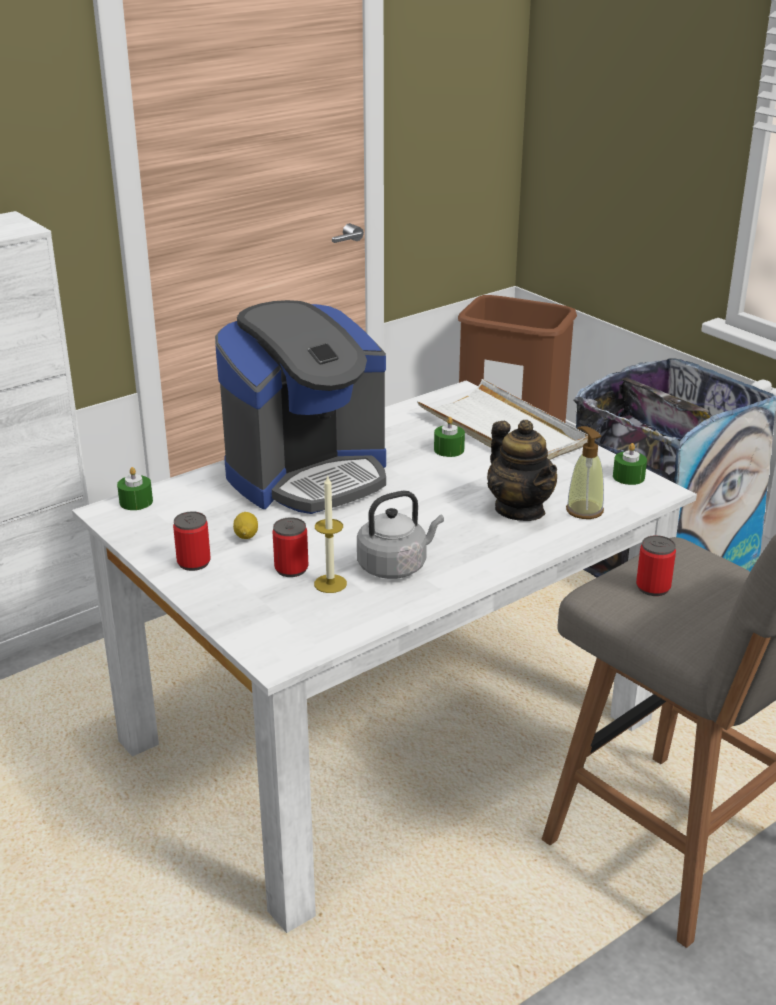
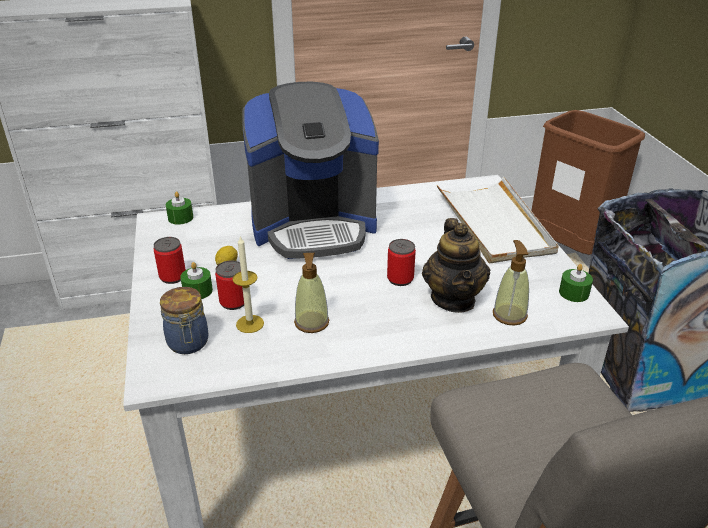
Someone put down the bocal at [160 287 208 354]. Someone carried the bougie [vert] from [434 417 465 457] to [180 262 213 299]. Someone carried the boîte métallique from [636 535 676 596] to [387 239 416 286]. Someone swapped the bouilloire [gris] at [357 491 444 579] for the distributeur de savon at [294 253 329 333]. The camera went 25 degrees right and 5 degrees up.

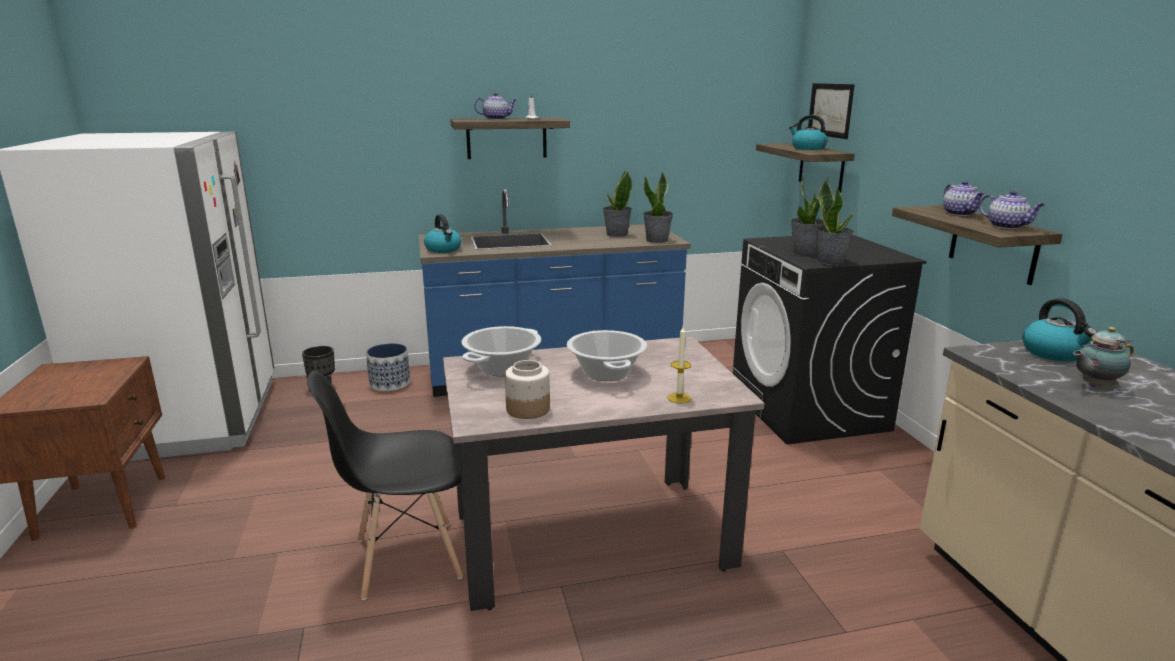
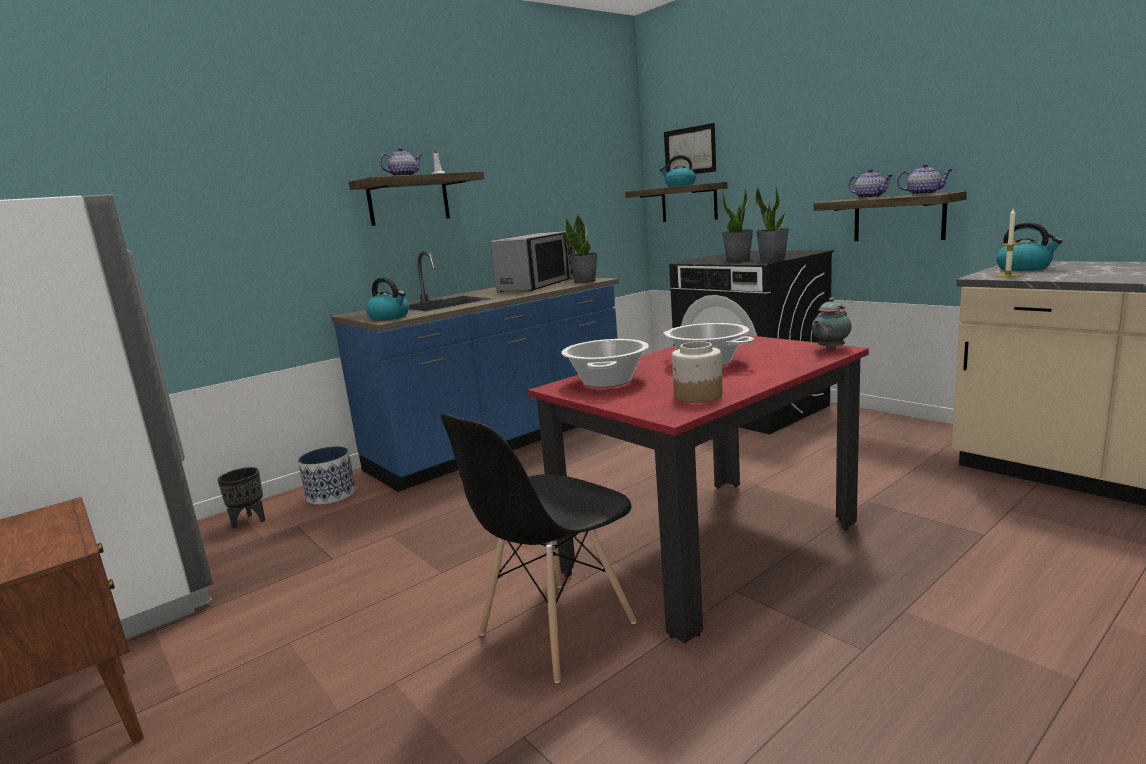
Someone carried the bougie from [667 327 691 404] to [996 207 1021 277]. Someone carried the théière from [1073 327 1134 387] to [812 297 852 350]. Someone swapped the plante en pot at [603 171 632 237] for the micro-ondes at [490 231 575 292]. Someone repainted the table à manger [beige] at [443 337 765 611], which became the table à manger [rouge] at [528 335 869 643]. The camera went 25 degrees left and 5 degrees down.

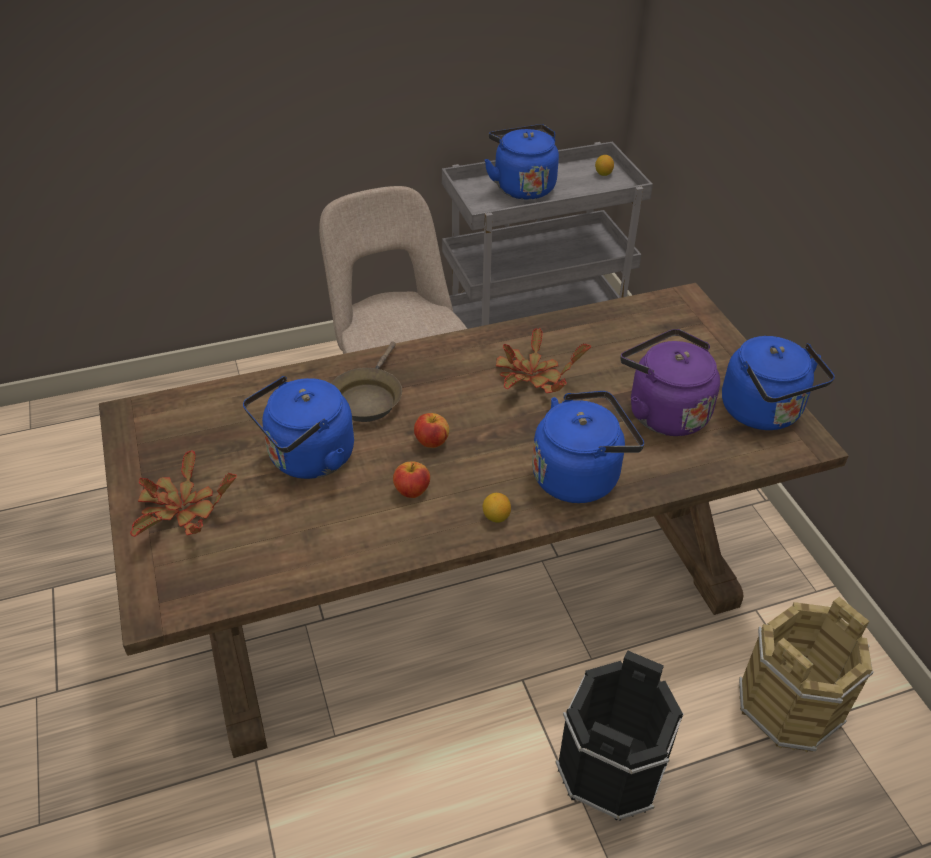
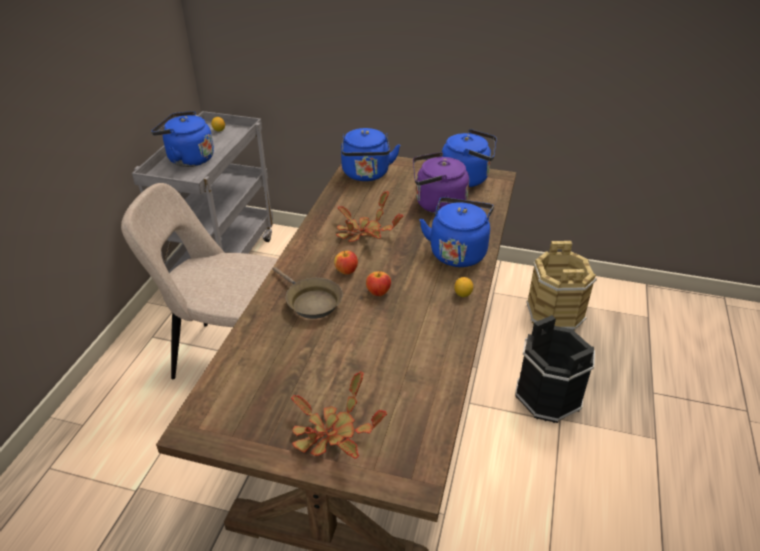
Someone carried the bouilloire [bleu] from [243 376 354 479] to [341 128 400 181]. Someone carried the pomme from [393 461 430 498] to [334 251 358 275]. The camera went 55 degrees left and 5 degrees down.

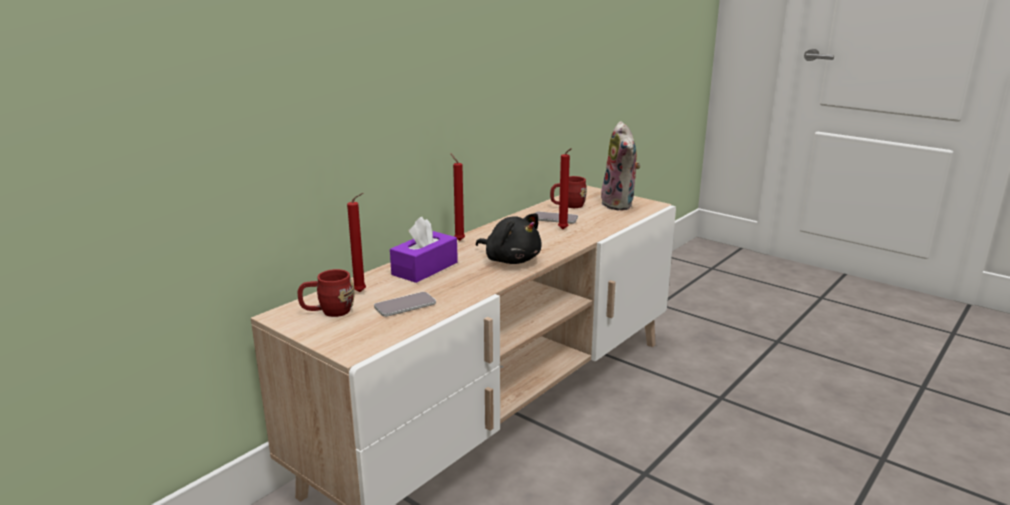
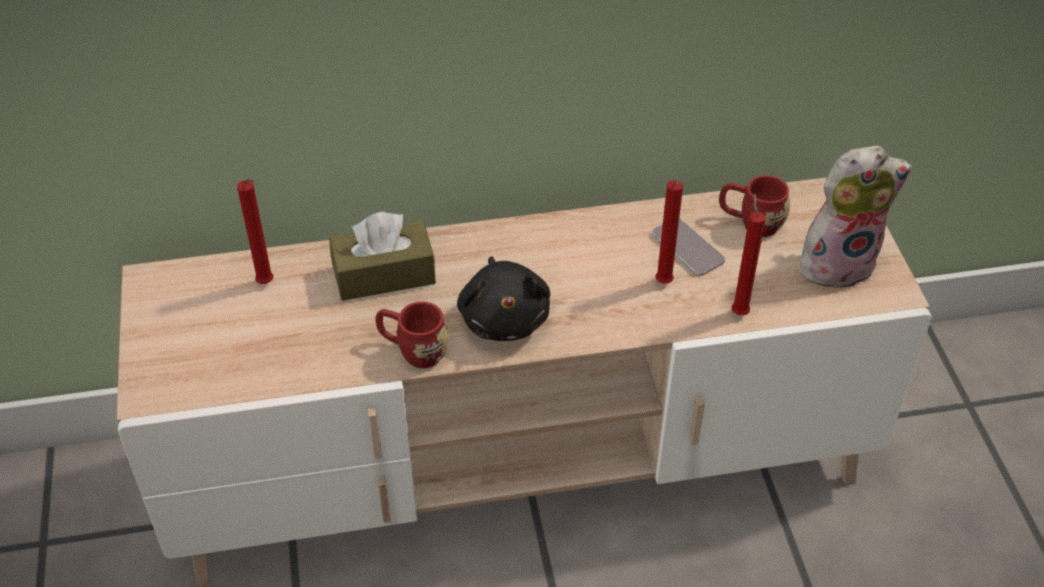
Someone took away the téléphone at [374 292 436 317]. Someone carried the mug [rouge] from [298 269 354 317] to [375 302 448 368]. Someone carried the bougie [rouge] from [451 154 465 241] to [732 193 766 316]. Someone repainted the boîte à mouchoirs [violet] at [390 217 458 283], which became the boîte à mouchoirs [marron] at [329 212 436 301]. Someone rotated the peluche at [601 121 640 210] by 135 degrees counterclockwise. The camera went 40 degrees right and 25 degrees up.

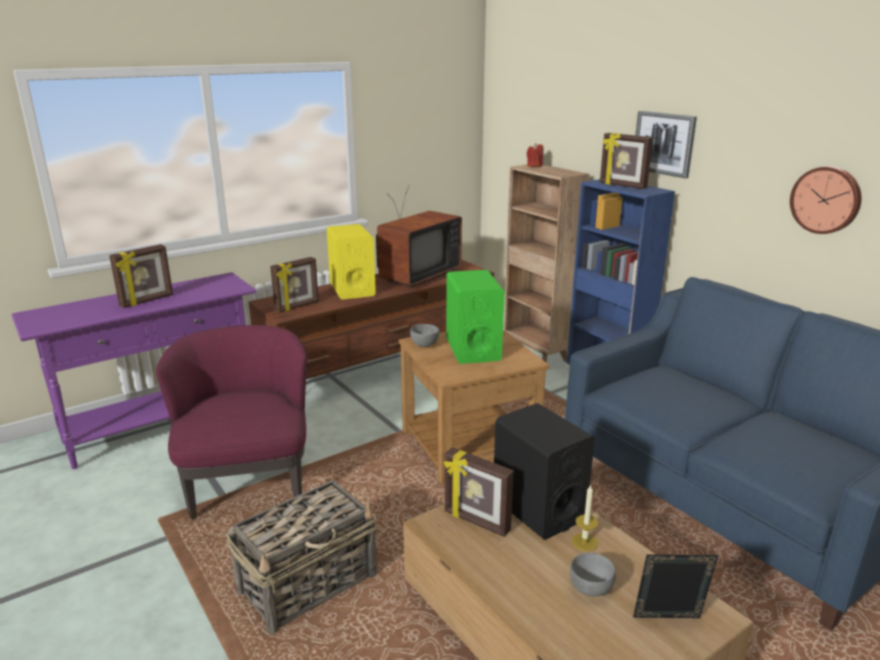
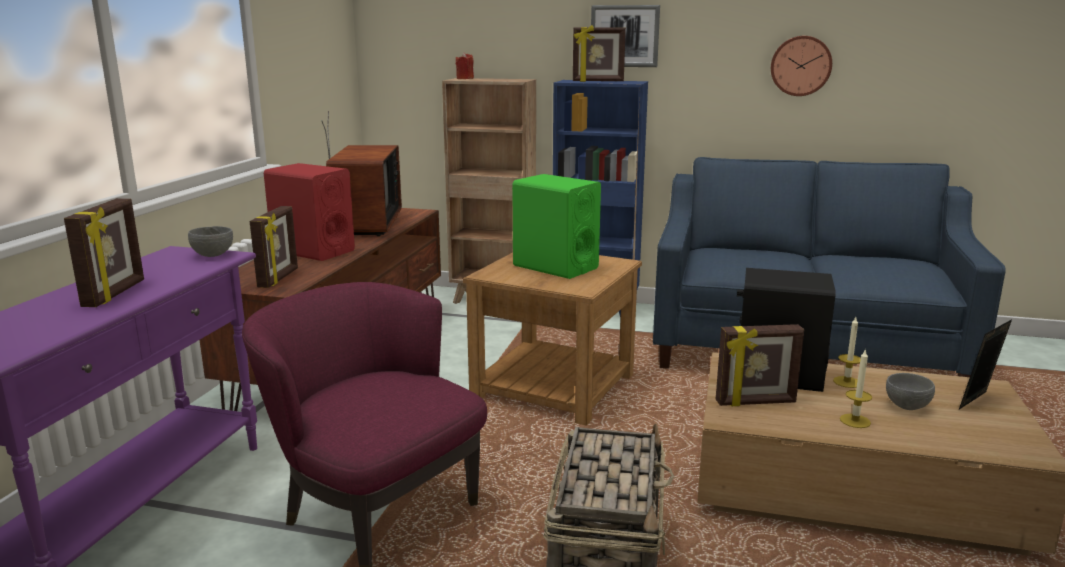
Someone put down the bougie at [840 349 872 428]. Someone carried the bol [gris] from [410 324 439 347] to [188 226 233 257]. Someone repainted the enceinte [jaune] at [327 224 376 300], which became the enceinte [rouge] at [264 163 355 261]. The camera went 40 degrees left and 5 degrees down.

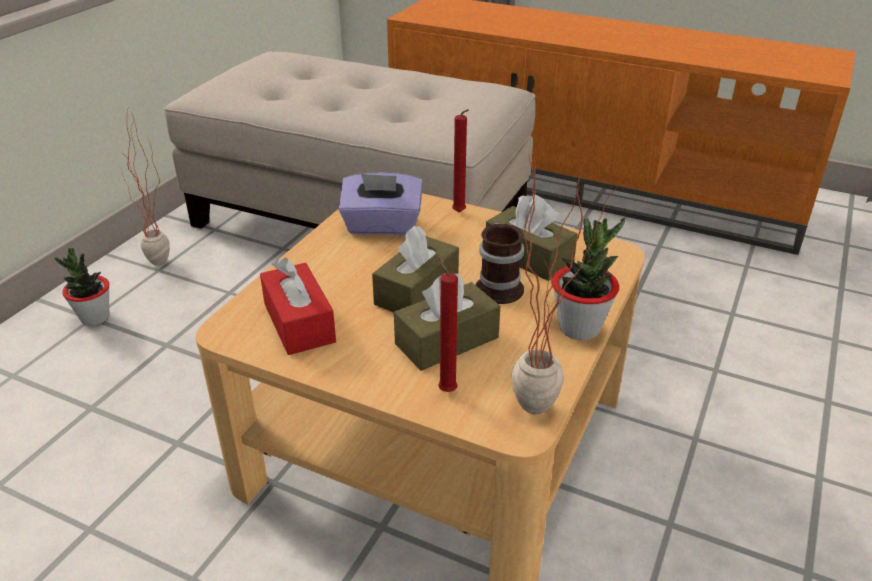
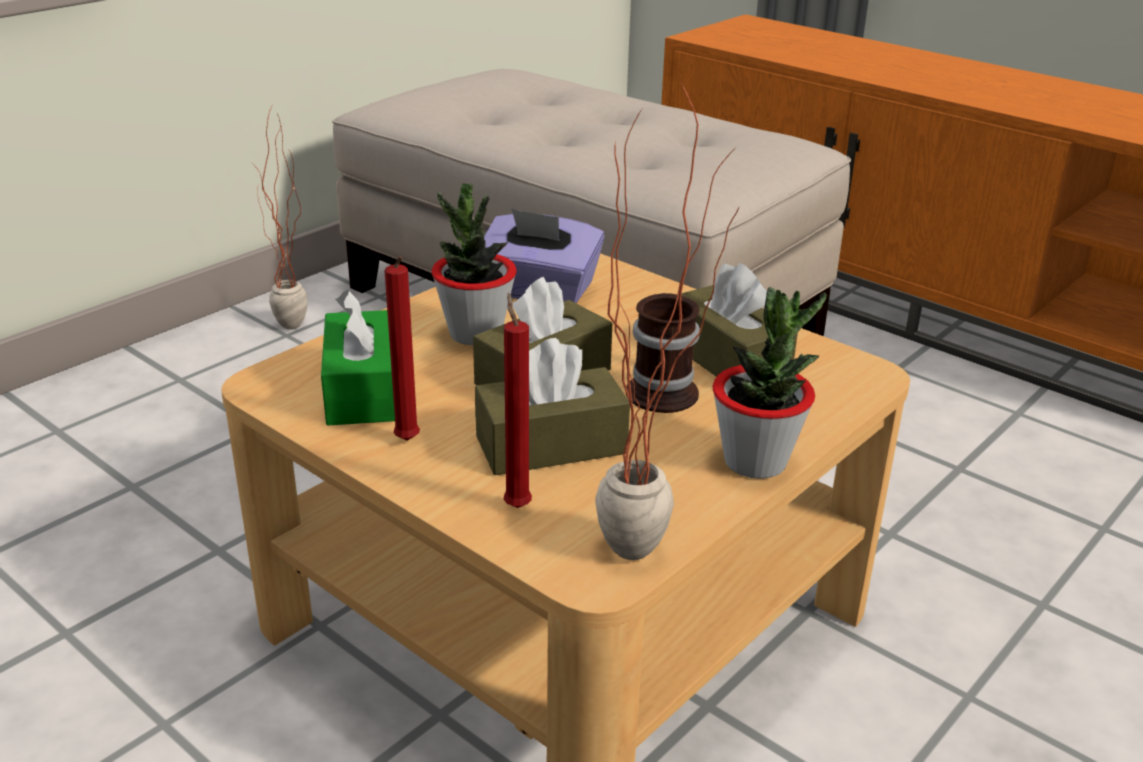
Someone carried the plante en pot from [54 248 109 326] to [431 183 517 345]. Someone carried the bougie [rouge] from [452 109 469 212] to [385 256 420 441]. Someone repainted the boîte à mouchoirs [rouge] at [260 258 336 355], which became the boîte à mouchoirs [vert] at [321 289 395 426]. The camera went 15 degrees right and 5 degrees down.

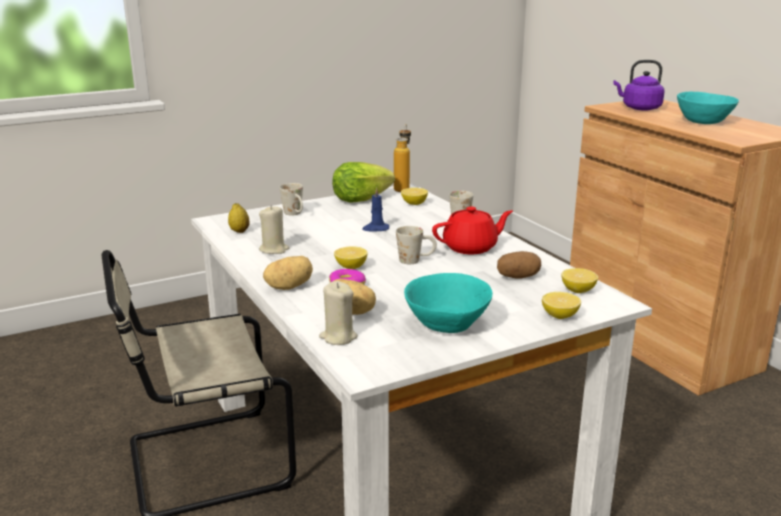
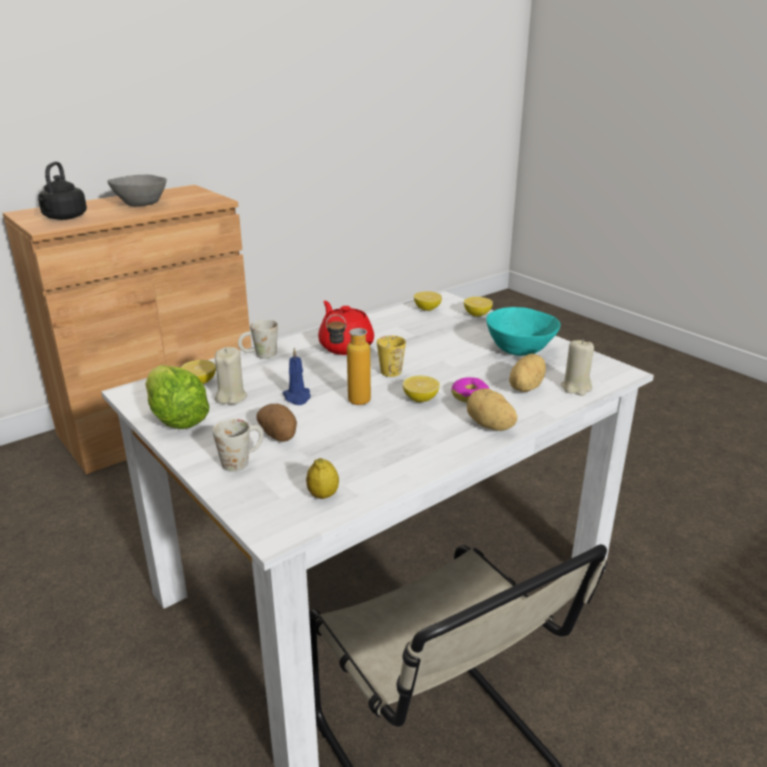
Someone carried the bougie [beige] from [259 205 290 254] to [215 347 247 405]. Someone carried the bouteille from [394 124 411 192] to [326 314 371 405]. Someone carried the pomme de terre from [497 251 541 279] to [256 404 297 442]. Someone repainted the mug [blanc] at [396 226 437 264], which became the mug [jaune] at [377 336 406 377]. Someone repainted the bouilloire [violet] at [614 60 665 111], which became the bouilloire [noir] at [38 162 87 220]. Someone repainted the bol [turquoise] at [677 91 739 124], which became the bol [gris] at [107 175 167 206]. The camera went 100 degrees left and 5 degrees up.

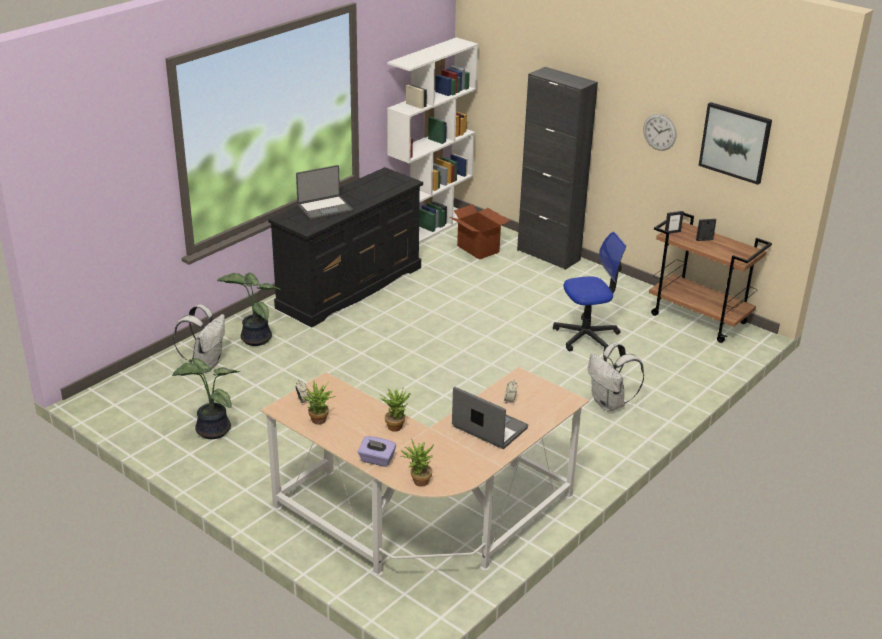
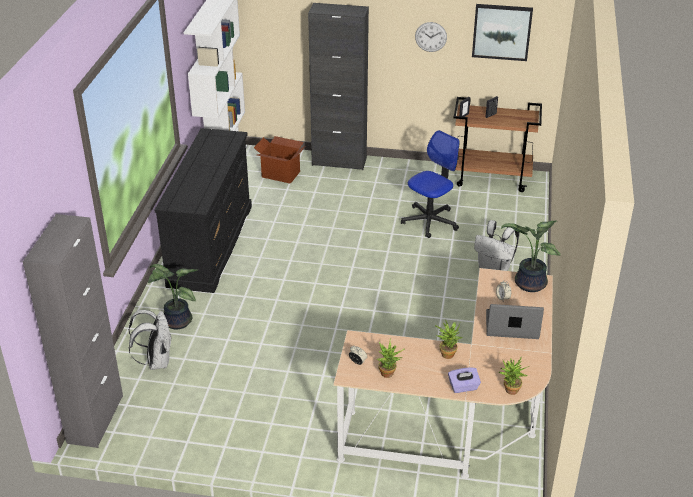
Someone took away the ordinateur portable at [296 165 353 220]. Someone put down the meuble de rangement [gris] at [23 214 123 448]. Someone carried the plante en pot from [172 358 241 439] to [501 220 561 292]. The camera went 30 degrees left and 5 degrees up.

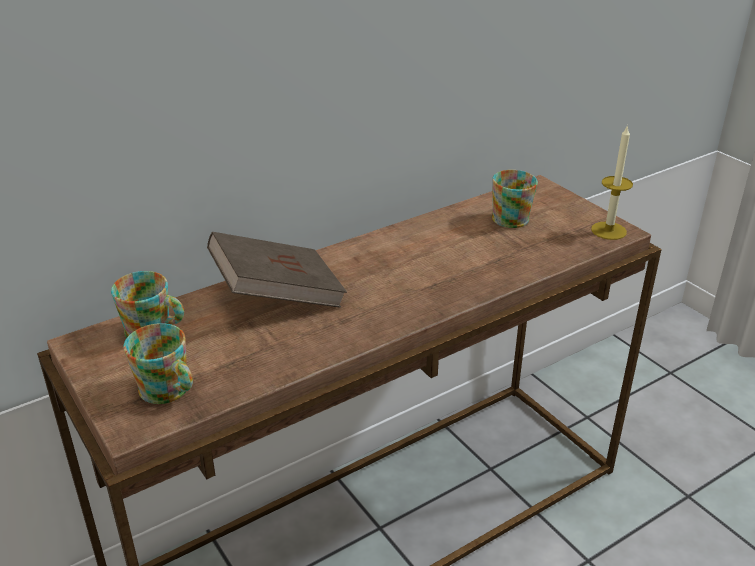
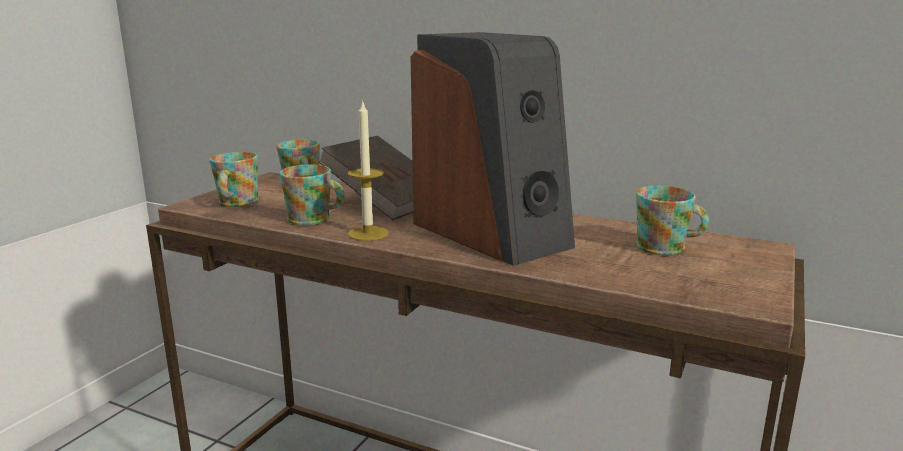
Someone put down the mug at [279 164 345 225]. Someone put down the enceinte at [411 32 575 266]. Someone carried the bougie from [591 125 633 240] to [348 100 389 241]. The camera went 60 degrees right and 15 degrees down.

